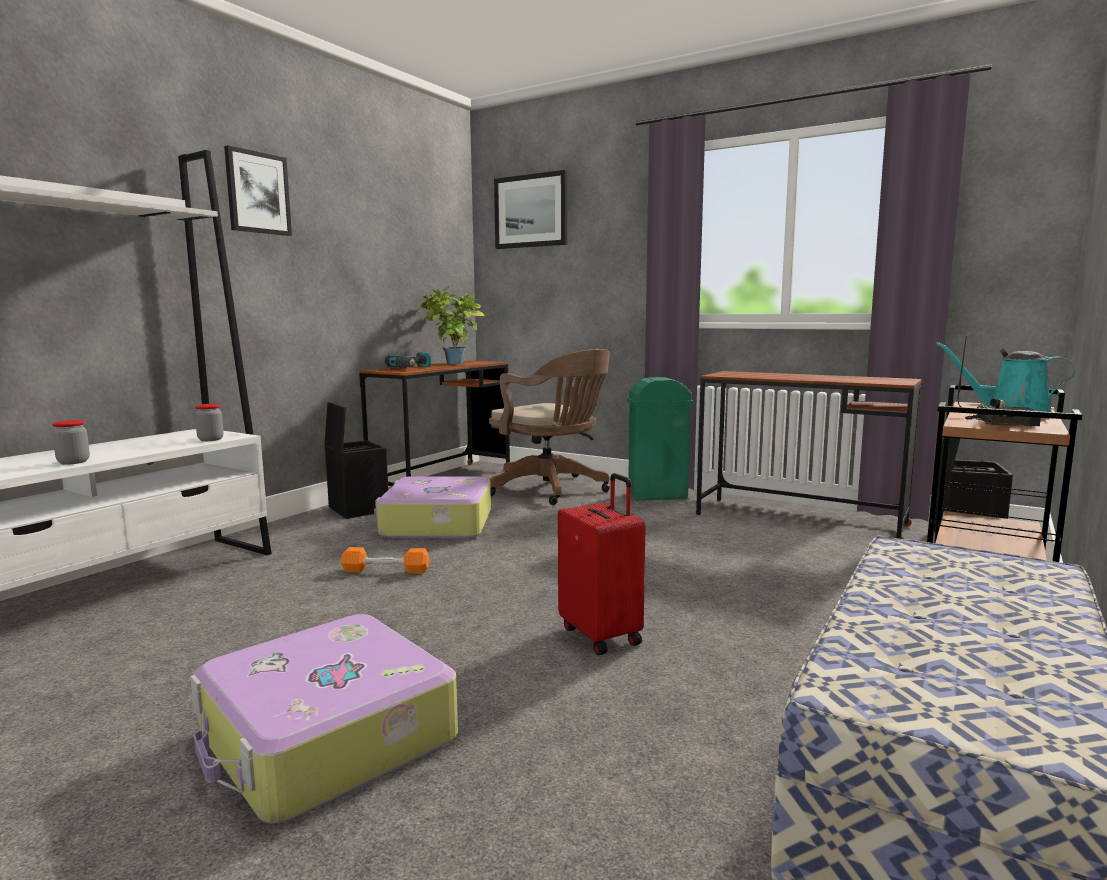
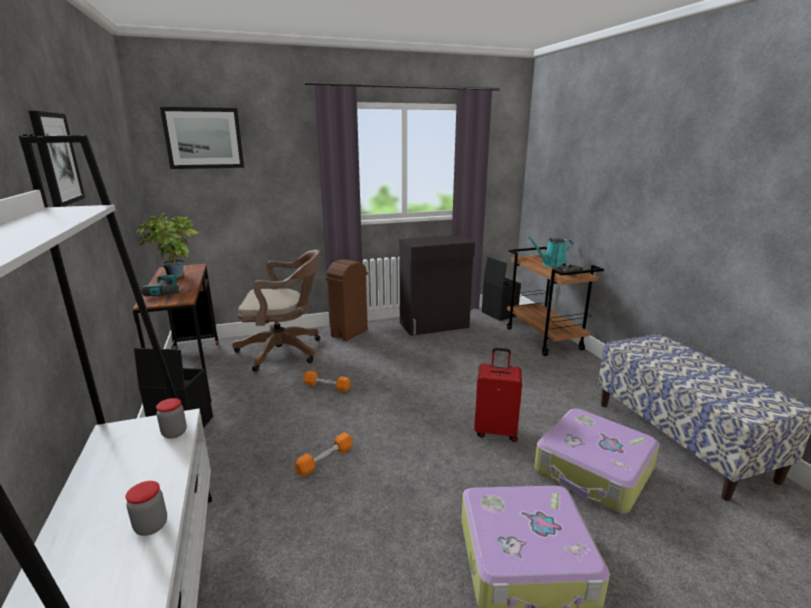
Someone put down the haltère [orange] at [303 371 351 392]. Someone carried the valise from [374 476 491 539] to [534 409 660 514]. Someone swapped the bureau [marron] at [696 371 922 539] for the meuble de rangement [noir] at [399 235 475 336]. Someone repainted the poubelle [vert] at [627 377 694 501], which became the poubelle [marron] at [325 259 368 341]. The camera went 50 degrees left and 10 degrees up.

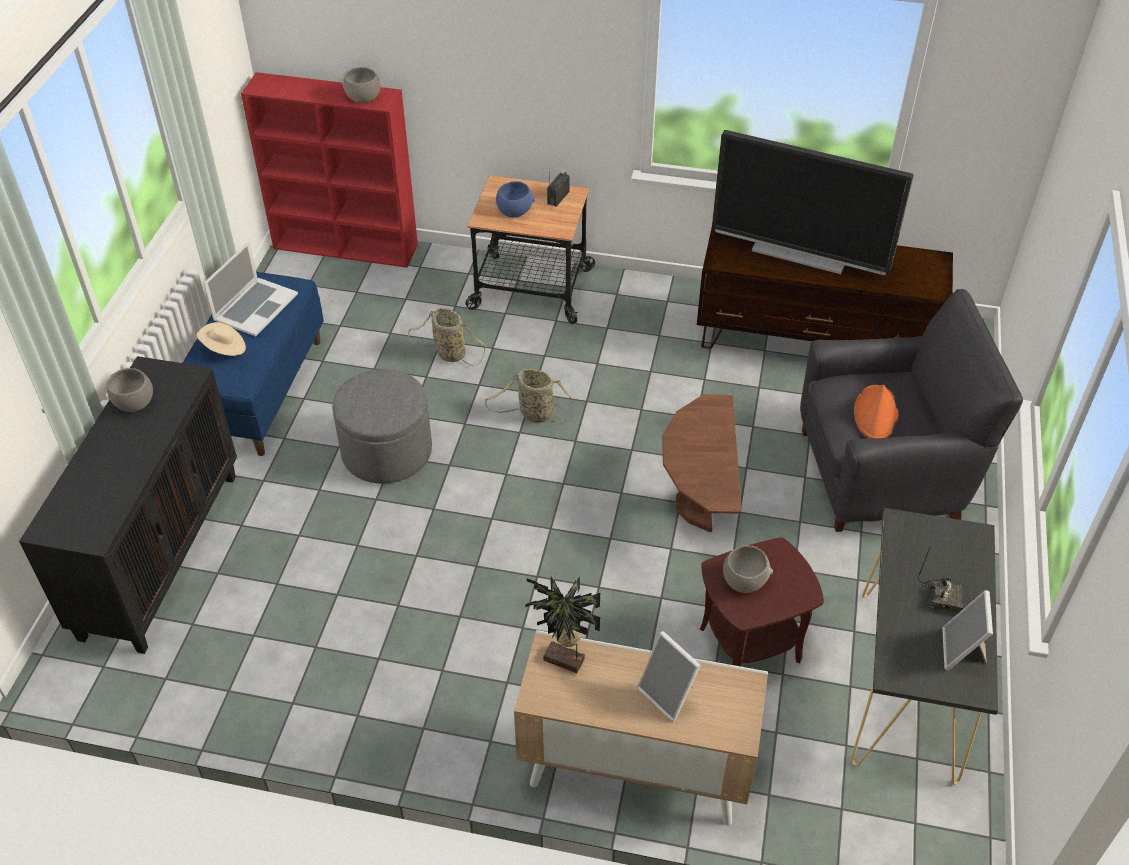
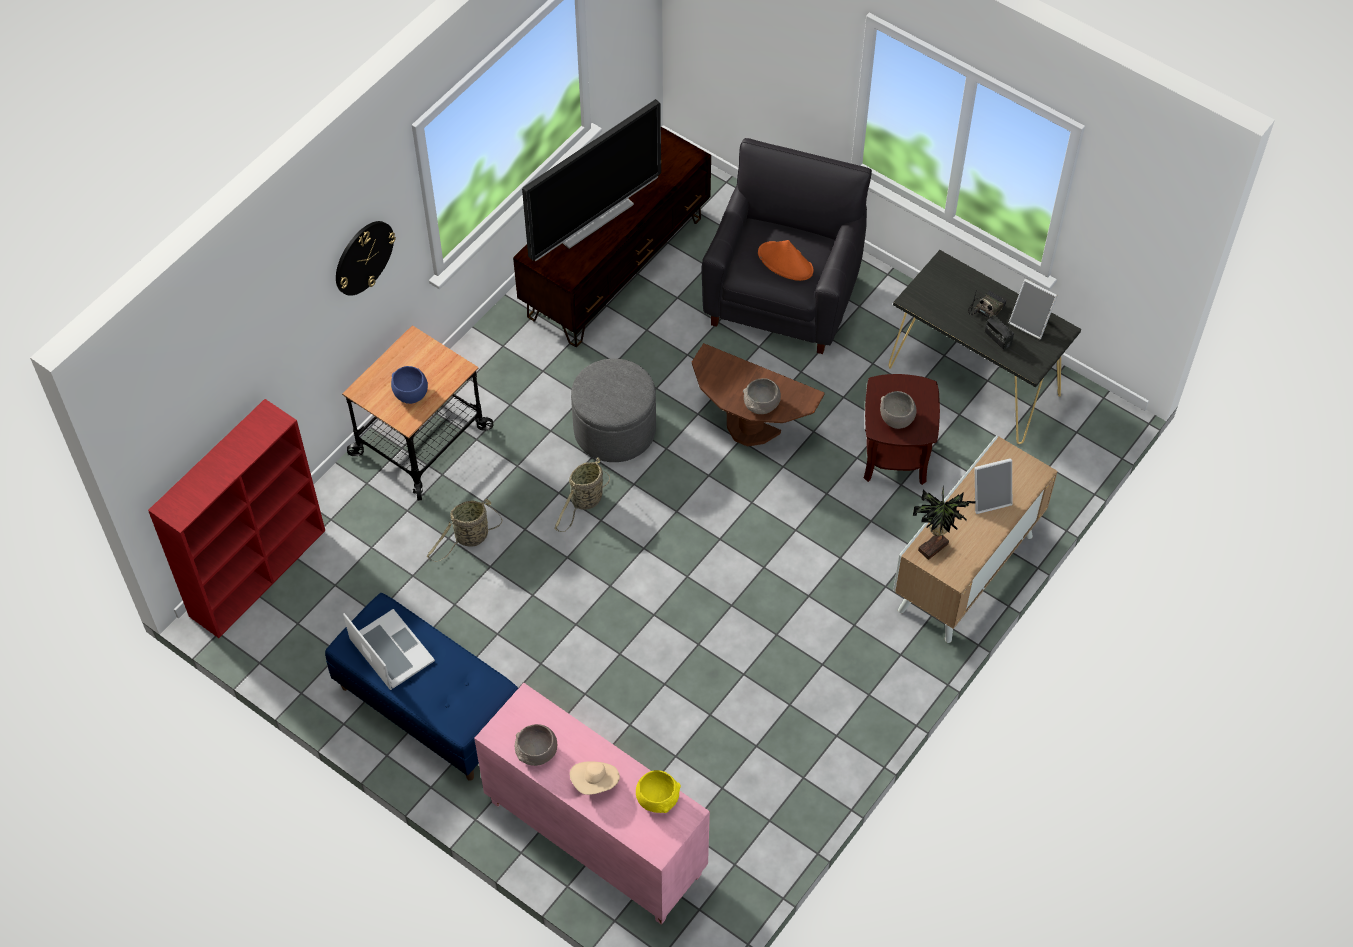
Someone put up the horloge murale at [336 221 396 296]. Someone put down the bol [jaune] at [636 770 681 813]. Someone carried the chapeau [beige] from [197 322 246 356] to [570 762 620 795]. Someone carried the pouf [gris] from [332 369 432 484] to [571 358 656 462]. Someone carried the bol [gris] from [341 67 381 103] to [743 378 781 414]. Someone carried the radio from [547 172 569 207] to [985 315 1014 350]. Someone repainted the meuble de rangement [noir] at [19 356 237 654], which became the meuble de rangement [rose] at [474 683 710 925]. The camera went 65 degrees left and 10 degrees up.

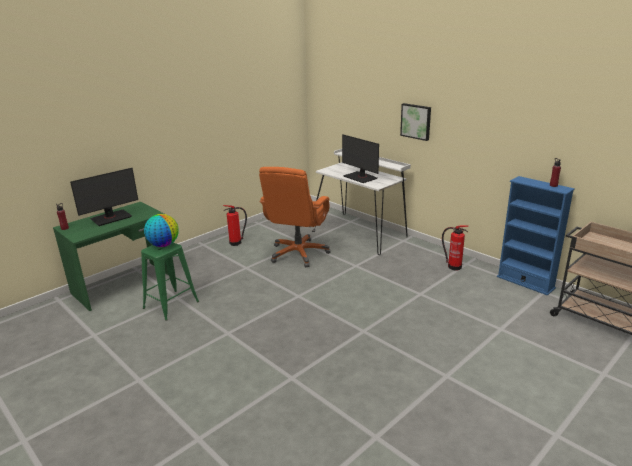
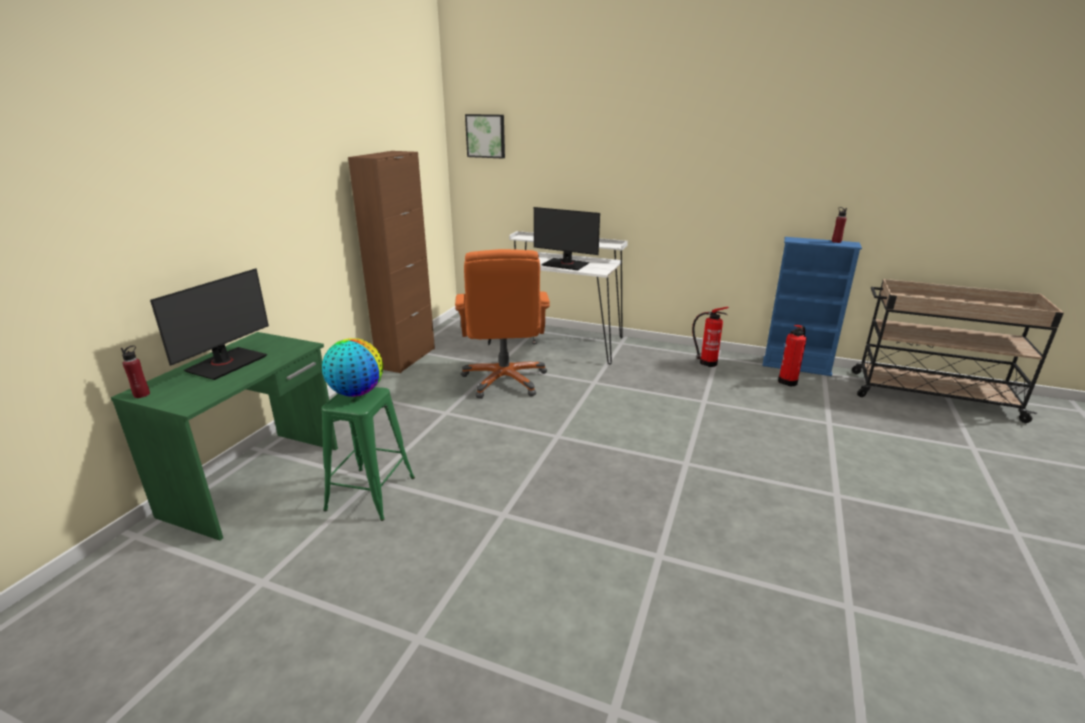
Someone put down the meuble de rangement [marron] at [348 151 435 373]. Someone carried the extincteur from [223 205 247 246] to [778 325 807 386]. Someone carried the tableau from [400 103 431 141] to [465 114 505 159]. The camera went 25 degrees left and 0 degrees up.

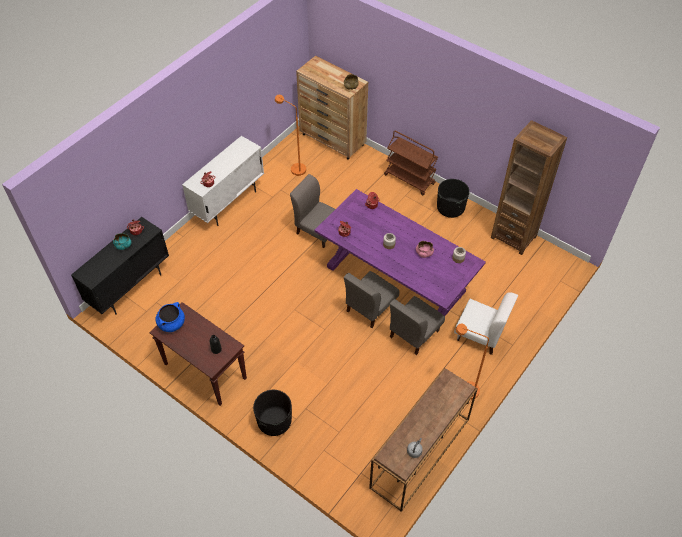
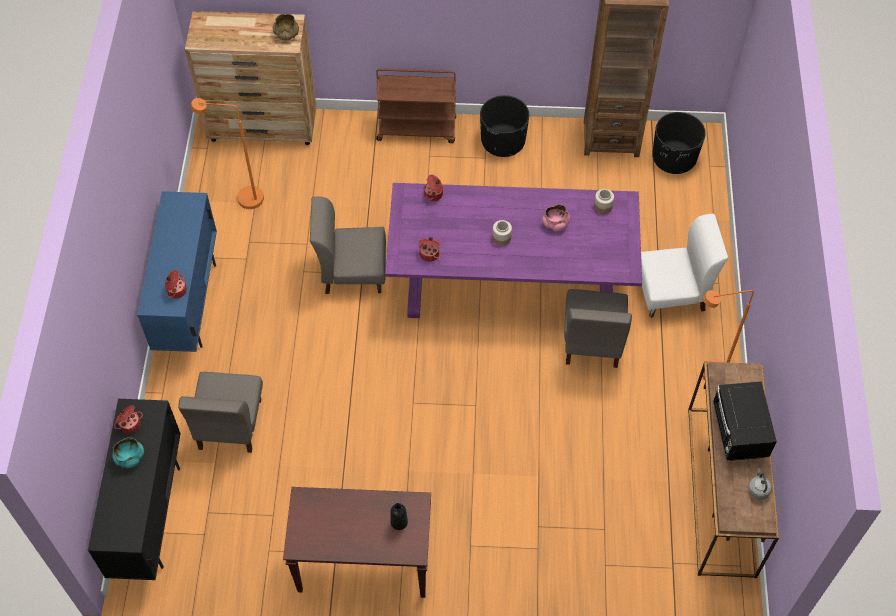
Someone took away the marmite [bleu] at [155 302 185 332]. Someone put down the micro-ondes [noir] at [713 381 777 461]. Someone carried the cache-pot [noir] from [253 390 292 436] to [652 112 706 174]. Someone carried the chaise [gris] from [344 271 399 328] to [178 372 263 453]. Someone repainted the meuble de rangement [blanc] at [182 136 264 226], which became the meuble de rangement [bleu] at [137 191 217 352]. The camera went 35 degrees left and 5 degrees up.

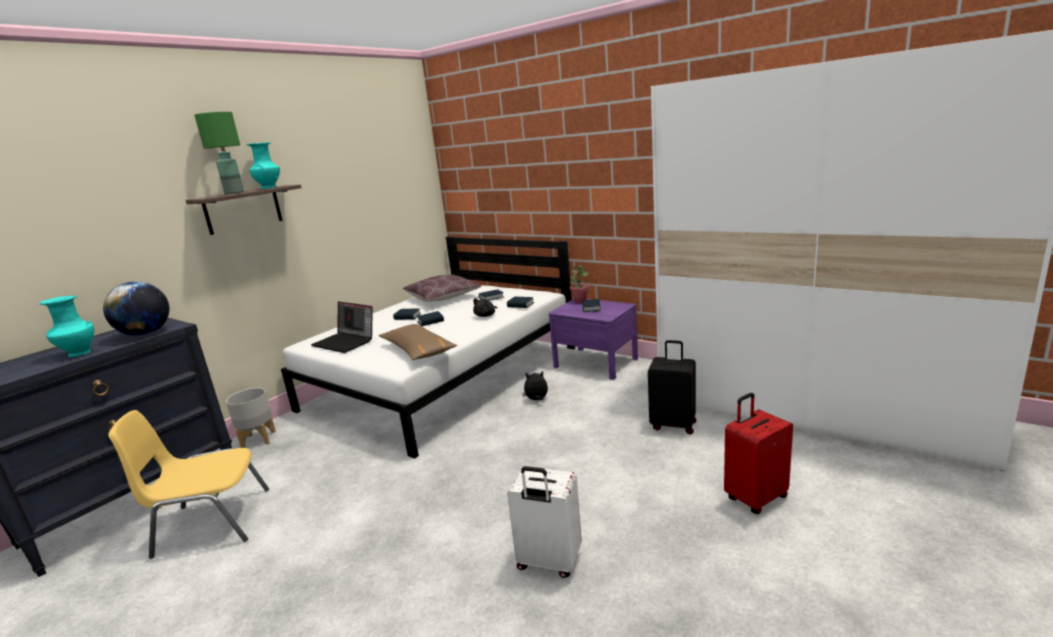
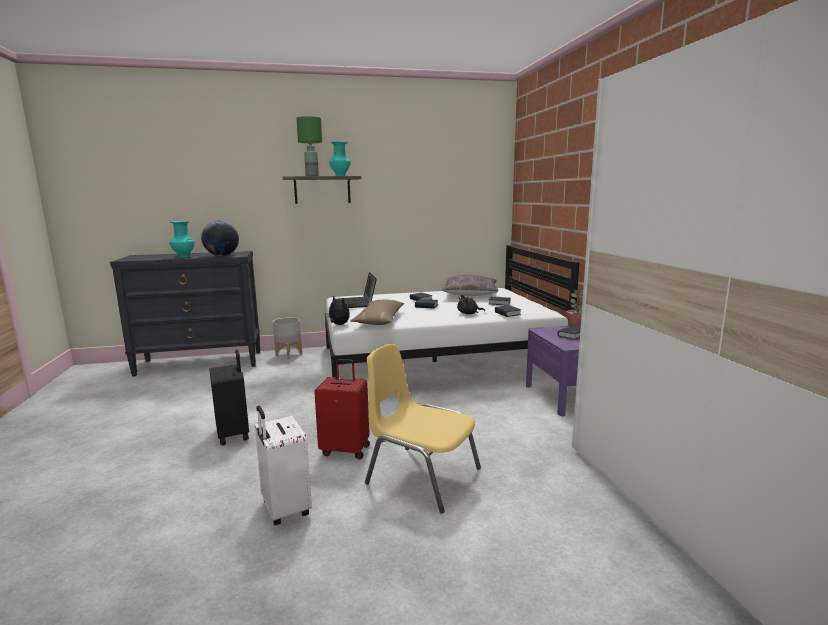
Someone carried the chaise [jaune] from [108 410 269 559] to [365 344 481 514]. Someone carried the peluche from [523 371 548 400] to [326 295 350 325]. Someone carried the valise [noir] from [648 340 696 434] to [209 350 249 445]. Someone carried the valise [rouge] from [724 393 793 514] to [314 359 370 459]. The camera went 40 degrees right and 5 degrees down.

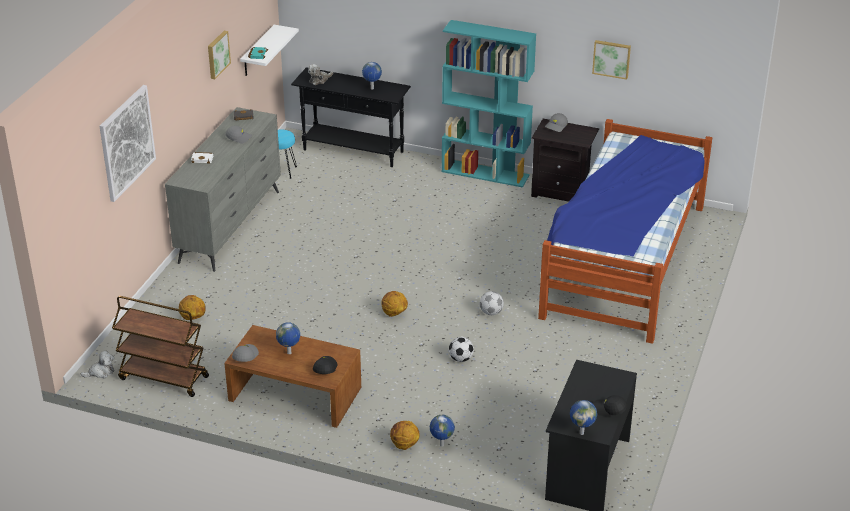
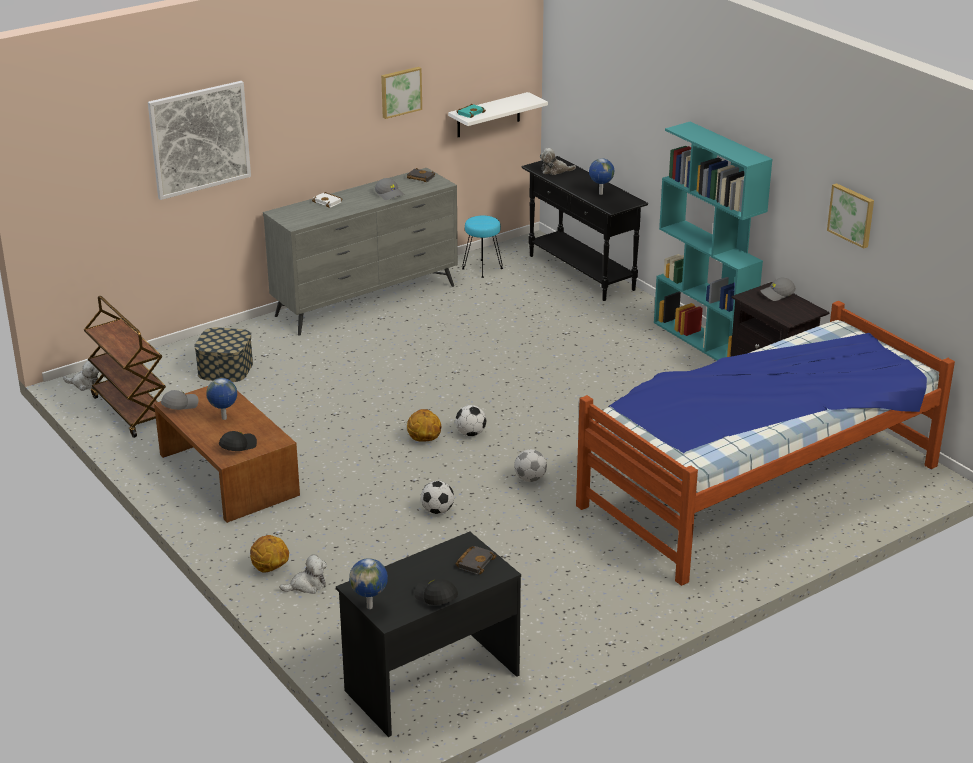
Someone put down the ballon de foot at [455 405 486 436]. Someone put down the livre [noir] at [455 546 497 574]. Someone swapped the ballon de basket at [179 295 206 320] for the boîte de rangement at [194 327 253 382]. Someone swapped the globe at [430 415 455 447] for the peluche at [279 554 327 594]. The camera went 35 degrees right and 5 degrees down.

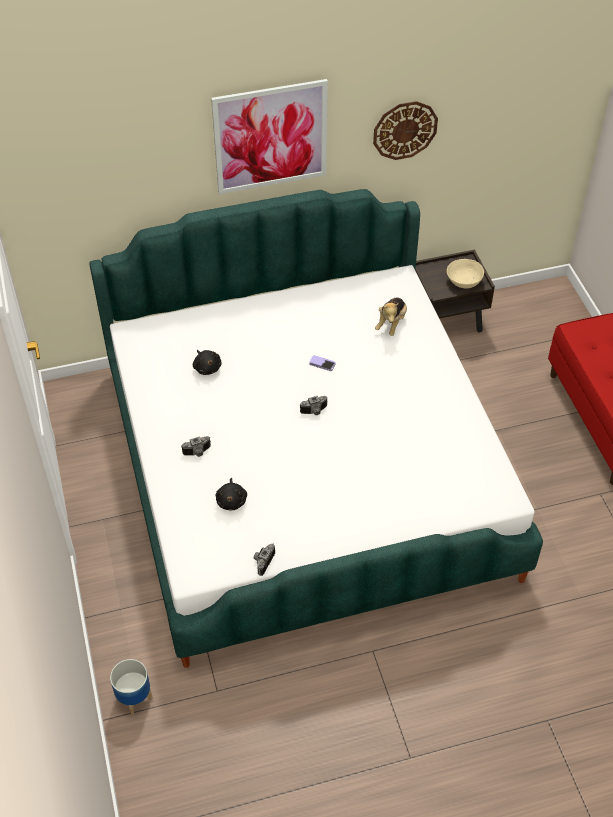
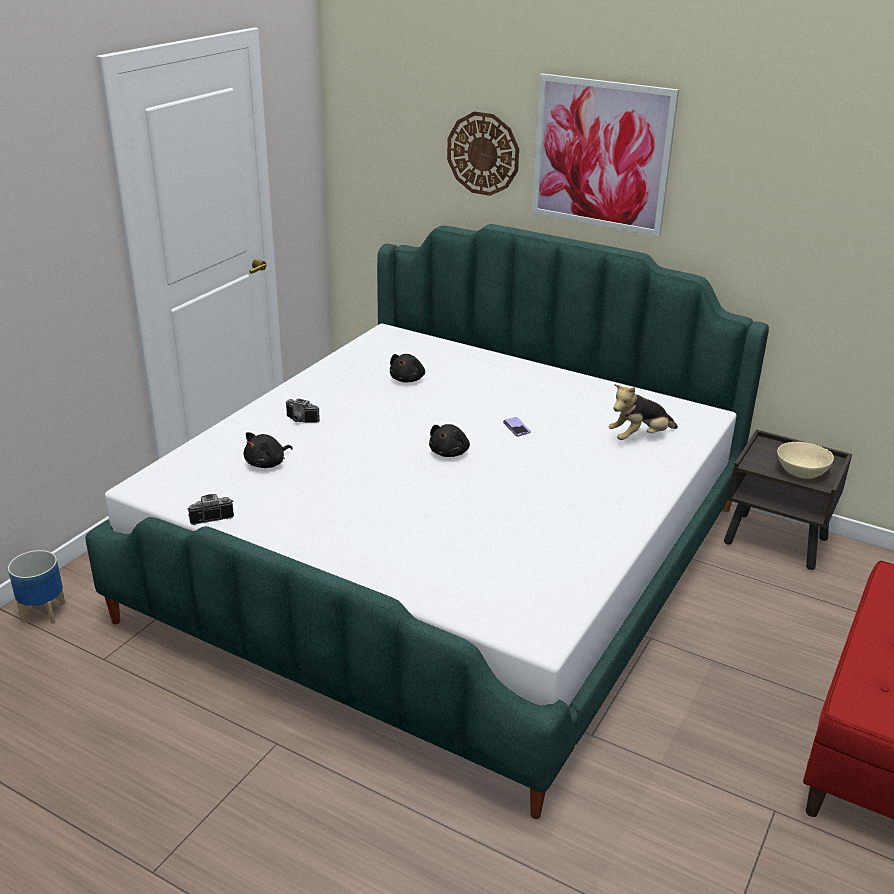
Someone carried the horloge murale from [373 101 438 160] to [447 111 519 196]. Someone swapped the appareil photo at [300 396 328 415] for the peluche [noir] at [429 424 470 457]. The camera went 45 degrees right and 20 degrees down.

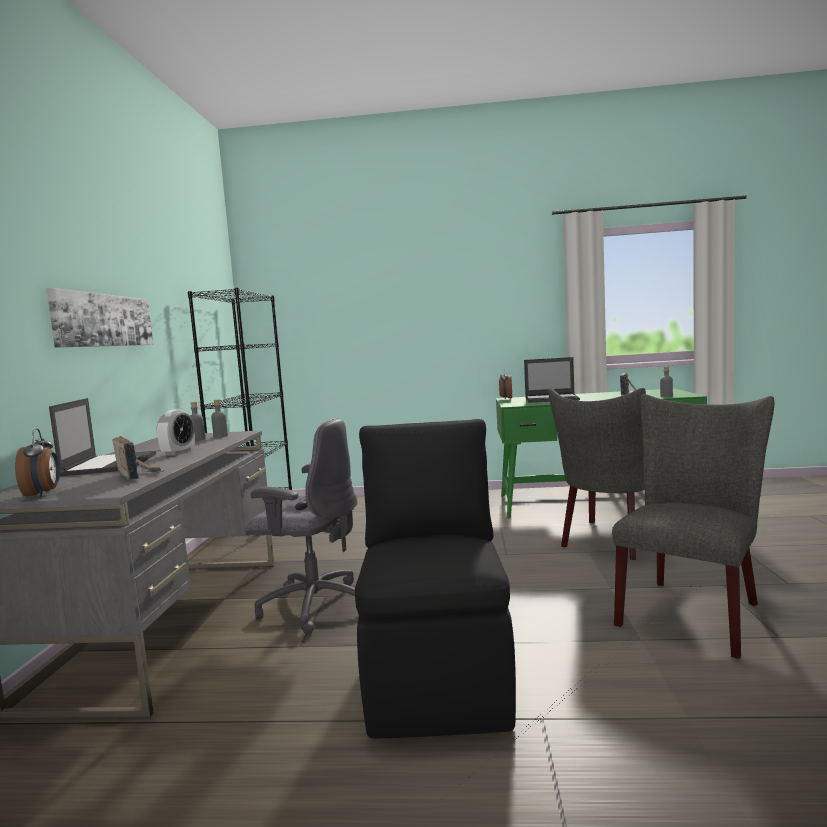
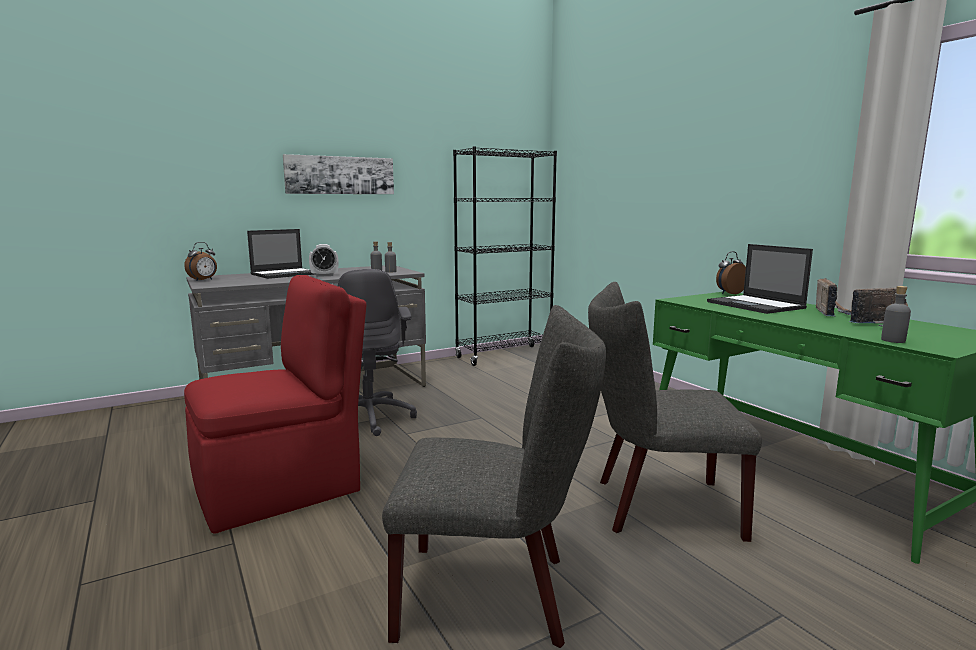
Someone carried the radio from [112 436 165 481] to [816 278 851 316]. Someone repainted the chaise [noir] at [355 419 516 739], which became the chaise [rouge] at [184 275 367 534]. The camera went 55 degrees right and 5 degrees up.

